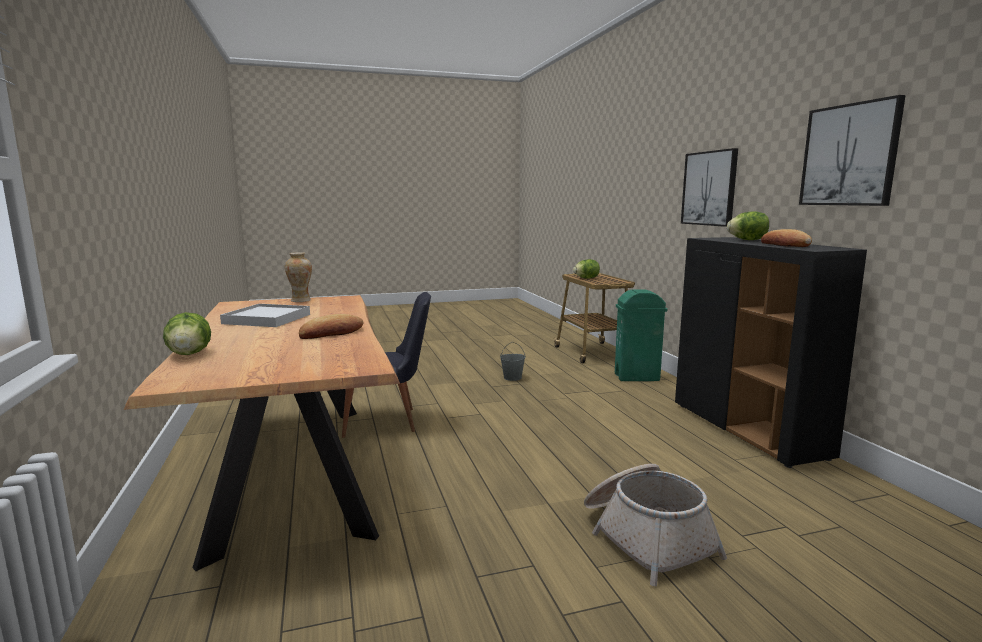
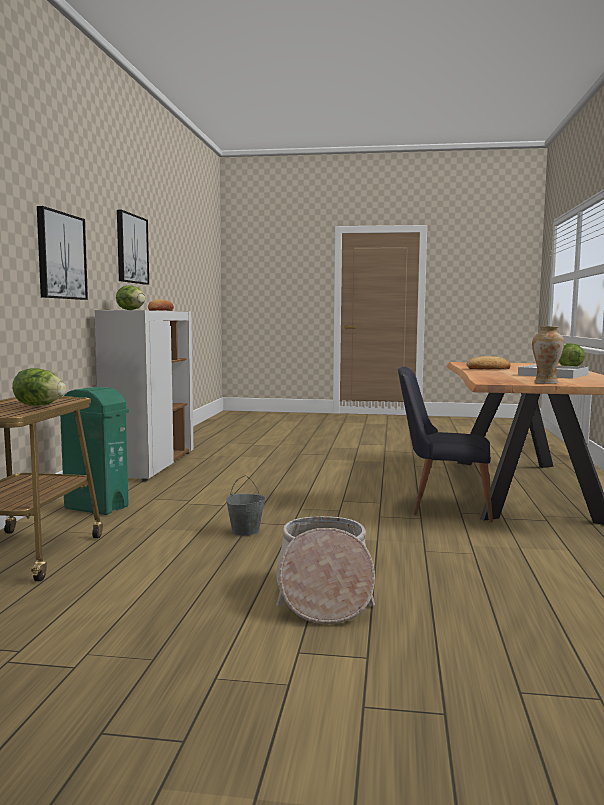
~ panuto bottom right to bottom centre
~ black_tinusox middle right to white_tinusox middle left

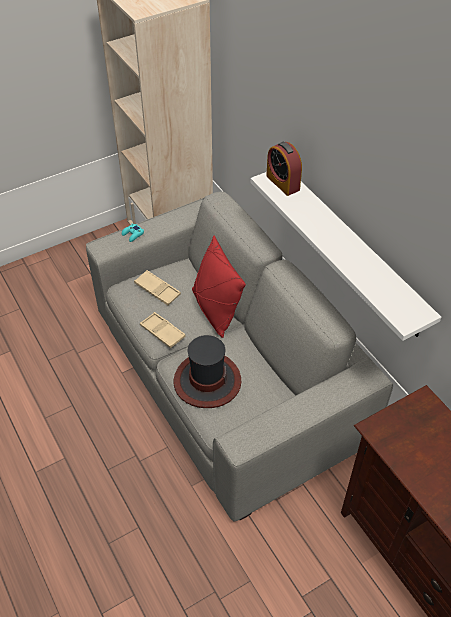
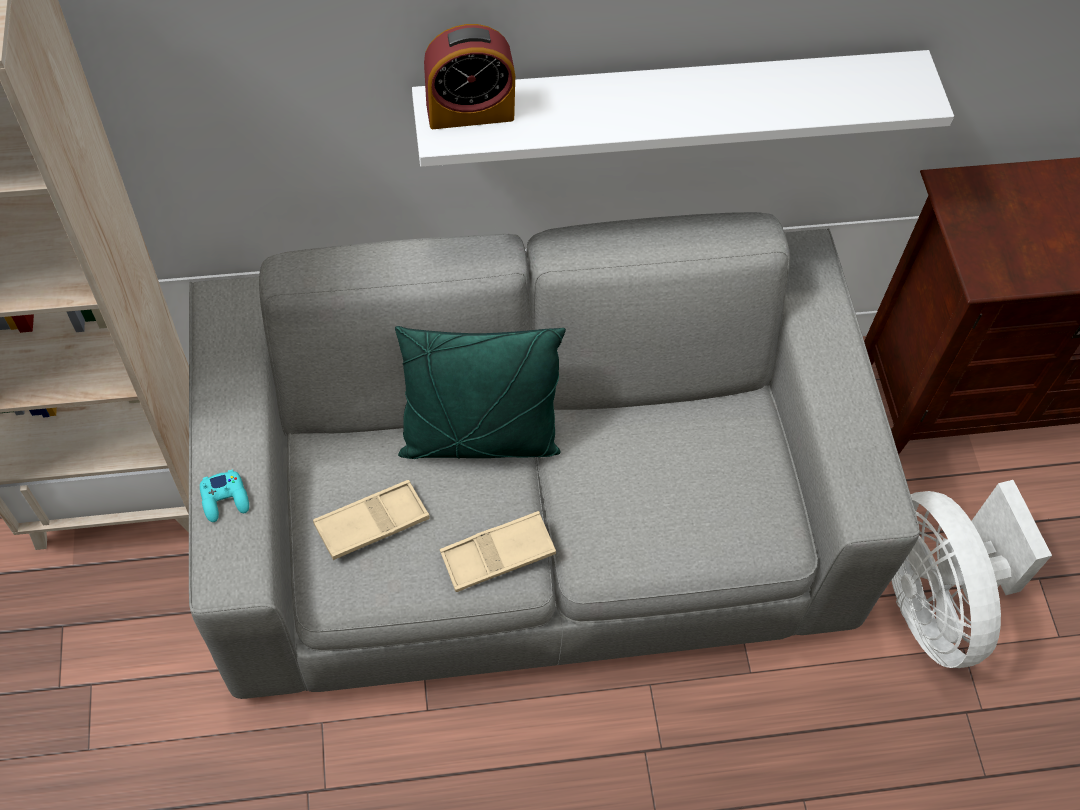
- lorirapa centre
+ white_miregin bottom right
~ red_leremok centre to green_leremok centre

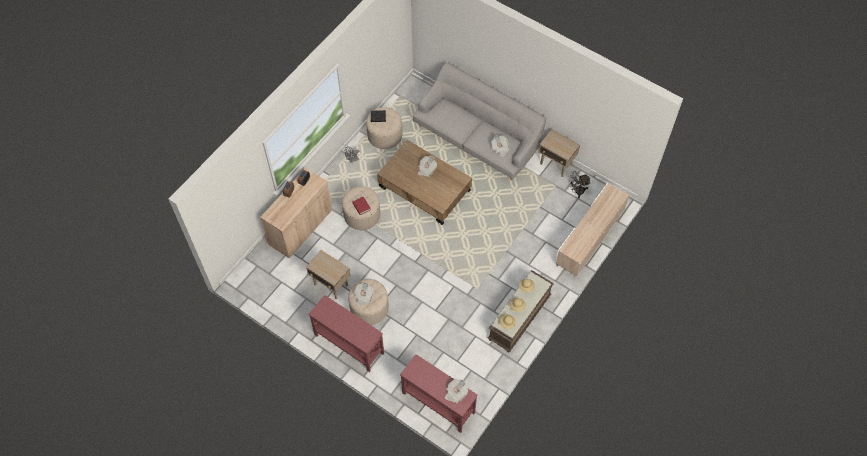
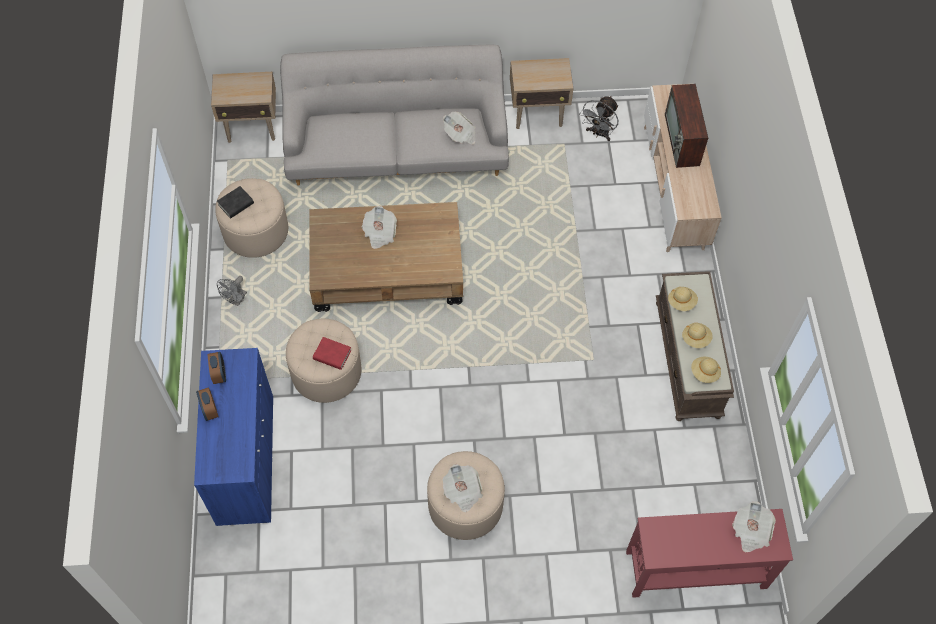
- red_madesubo (no. 1 from left) bottom centre
+ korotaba top right
~ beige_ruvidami (no. 1 from left) centre to top left
~ beige_tinusox centre to blue_tinusox bottom left

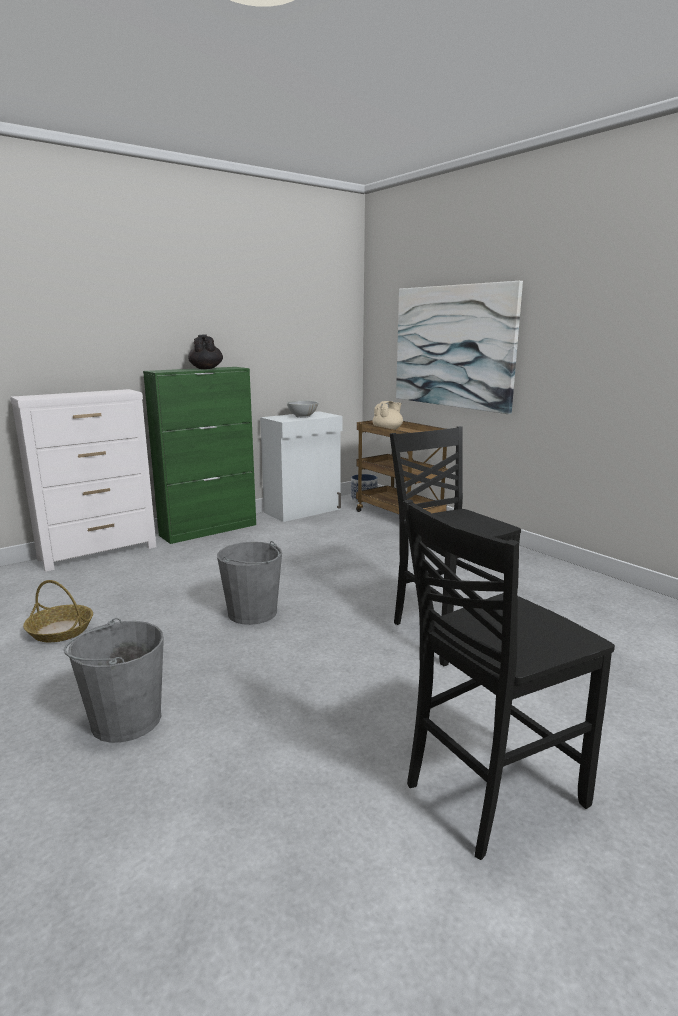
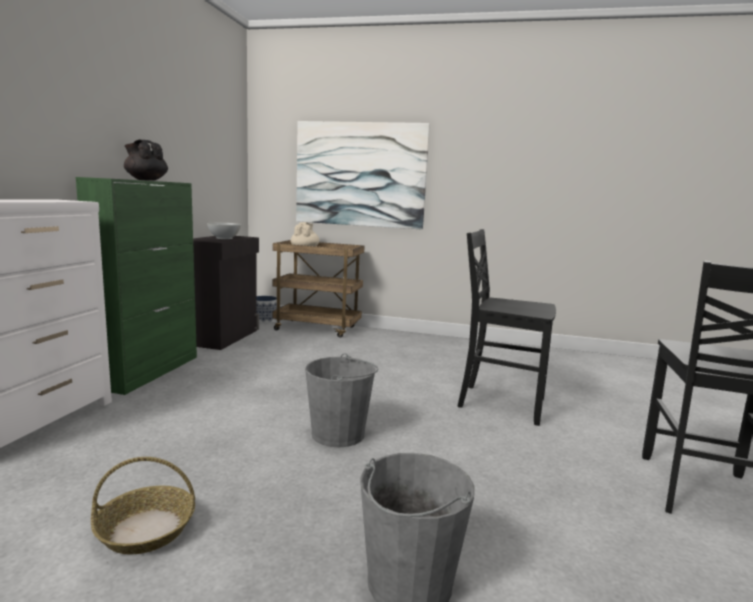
~ white_tinusox centre to black_tinusox middle left

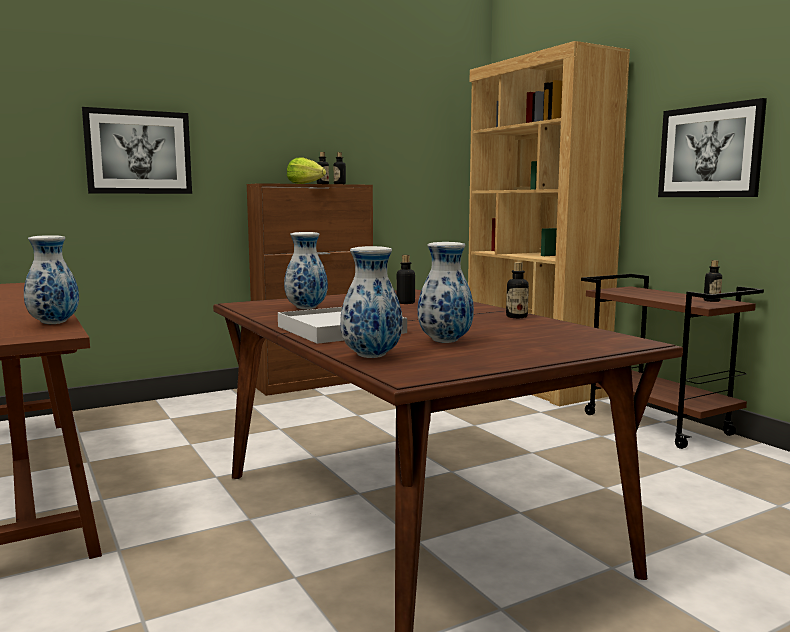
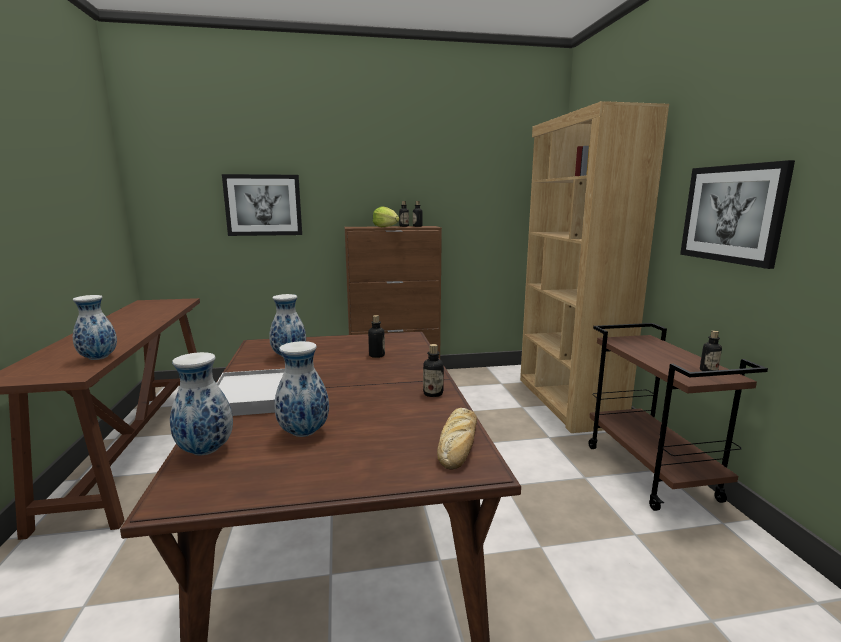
+ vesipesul bottom centre

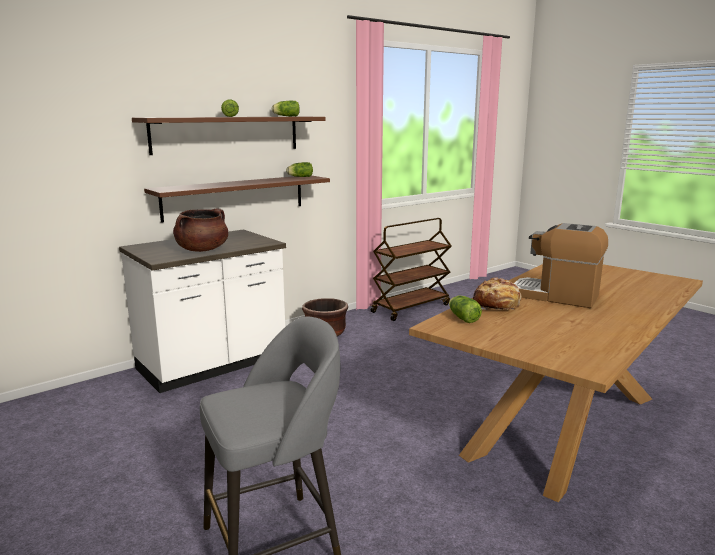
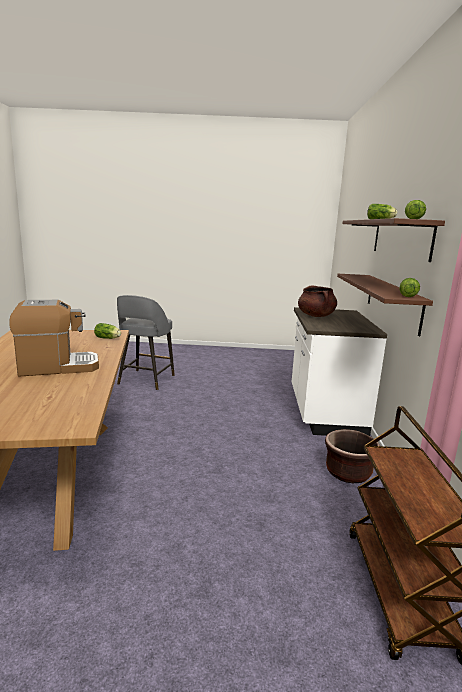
- vesipesul middle right

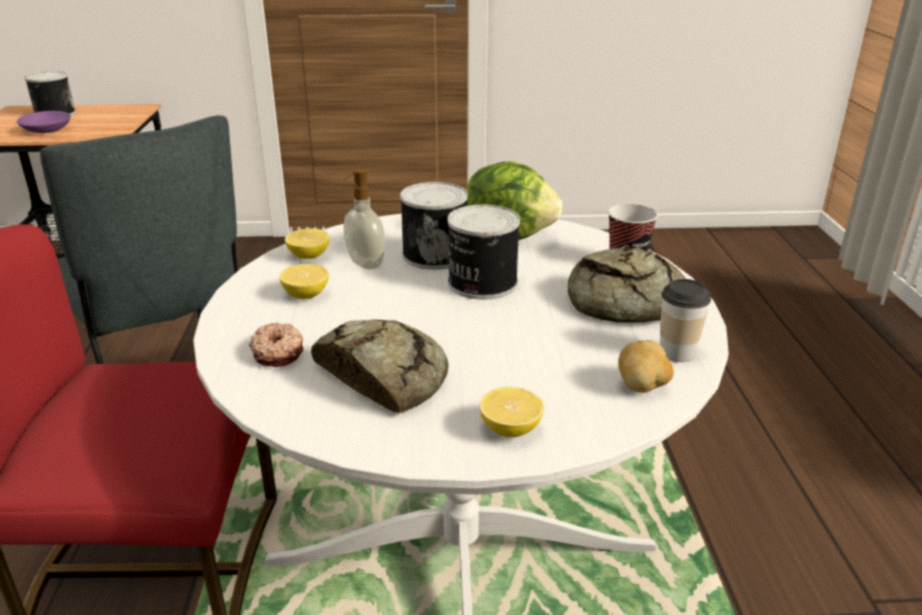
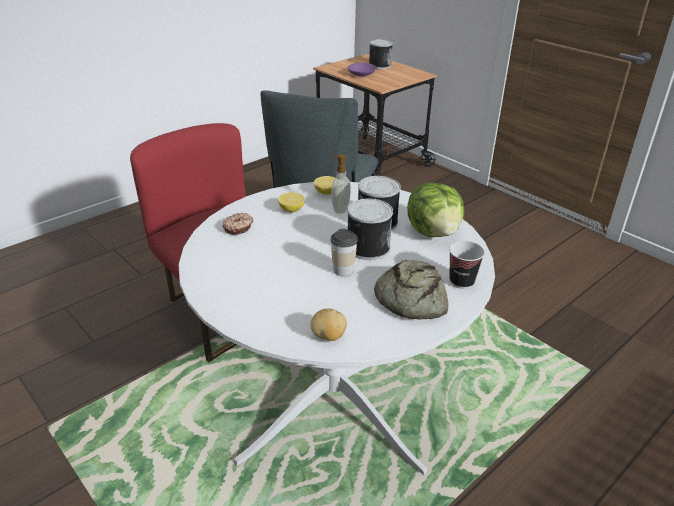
- vesipesul (no. 1 from left) centre
- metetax (no. 3 from left) bottom centre
~ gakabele (no. 2 from left in the first image) middle right to gakabele (no. 1 from left) centre

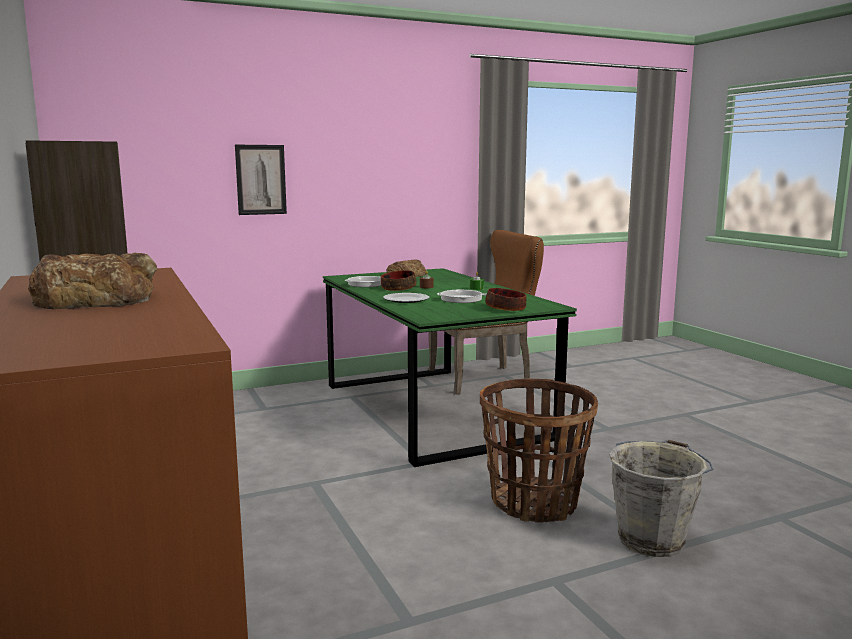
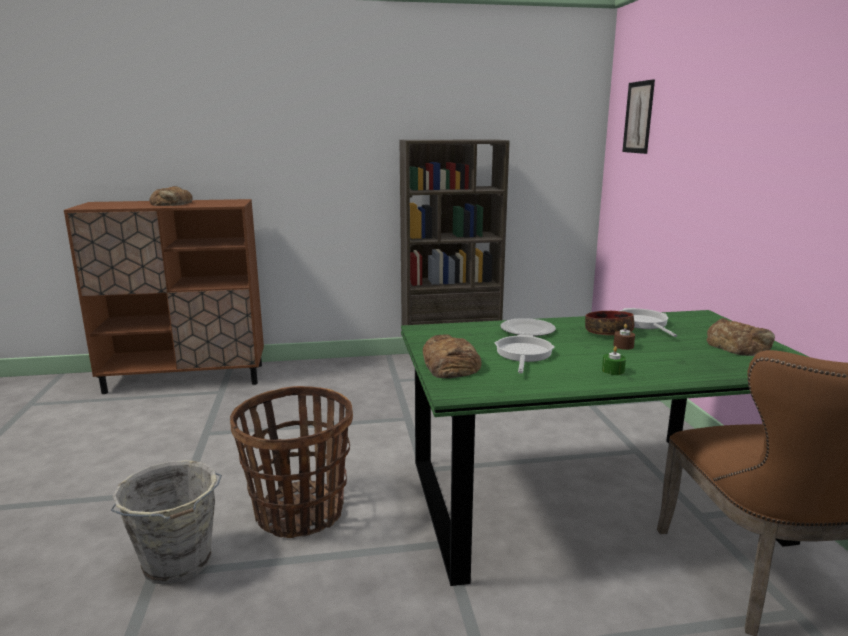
~ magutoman top left to top right
~ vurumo (no. 2 from left) centre to vesipesul (no. 2 from left) centre

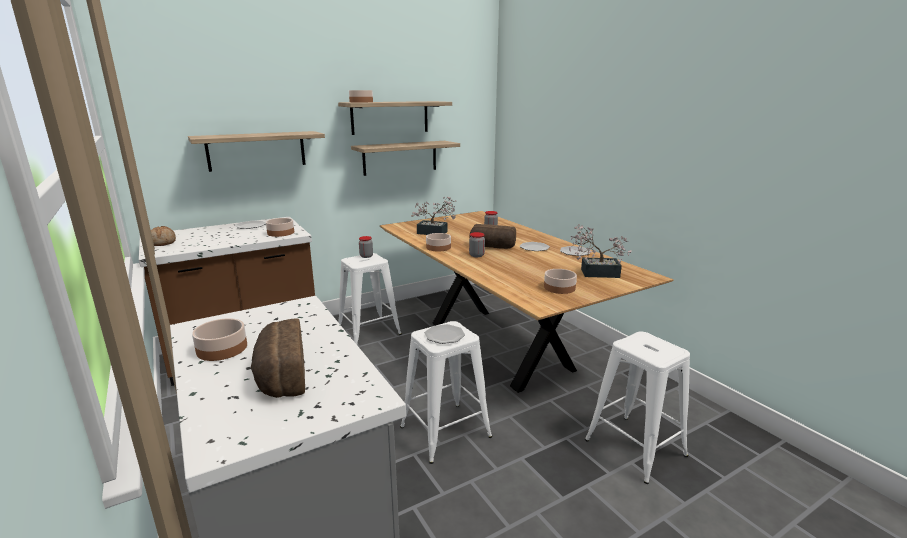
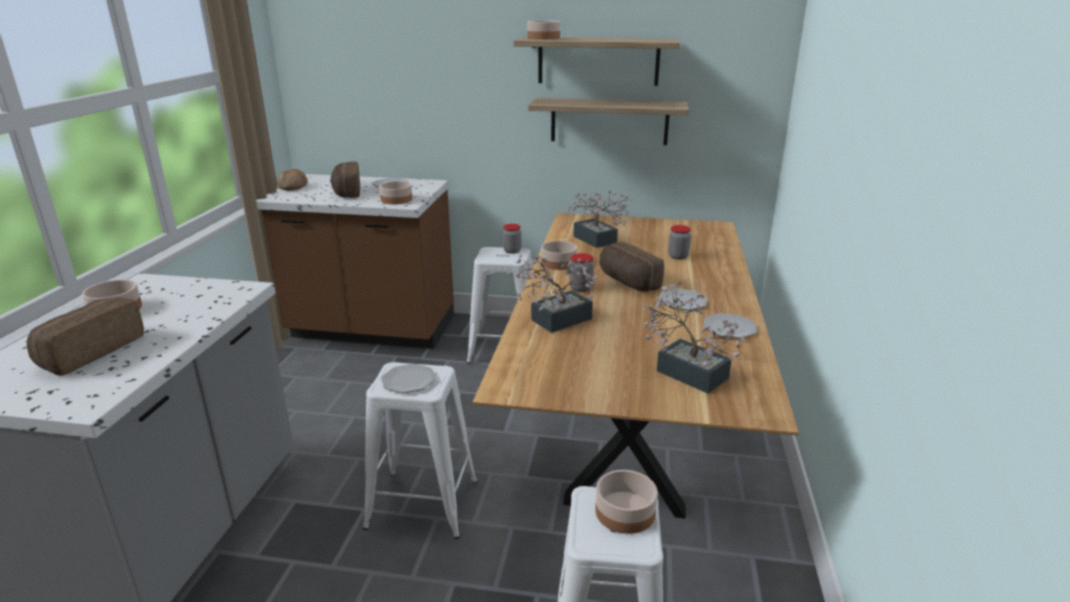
- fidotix (no. 1 from left) top left
+ vesipesul (no. 3 from left) top left
+ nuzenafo (no. 1 from left) centre
~ vurumo (no. 5 from left) centre to bottom centre

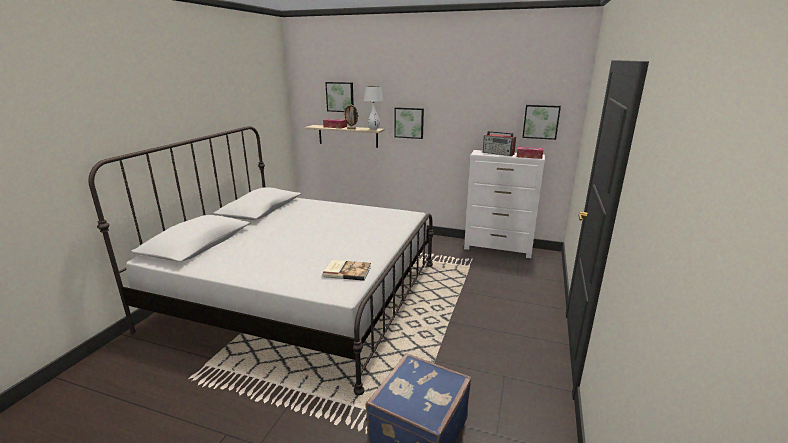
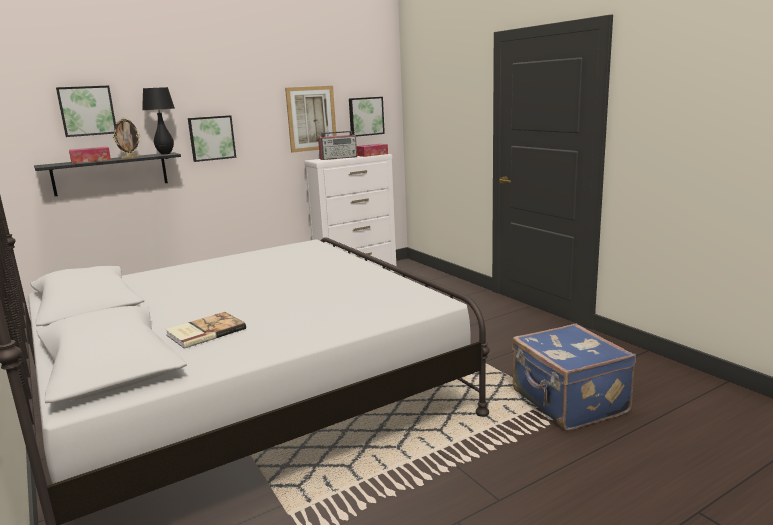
+ magutoman (no. 3 from left) top centre
~ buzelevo centre to middle left
~ beige_fidotix top centre to black_fidotix top left
~ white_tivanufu top centre to black_tivanufu top left

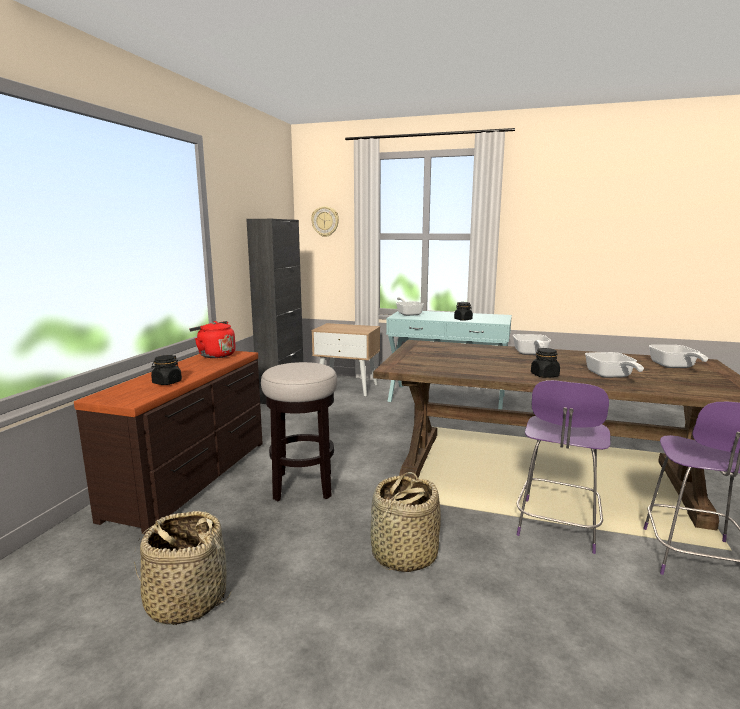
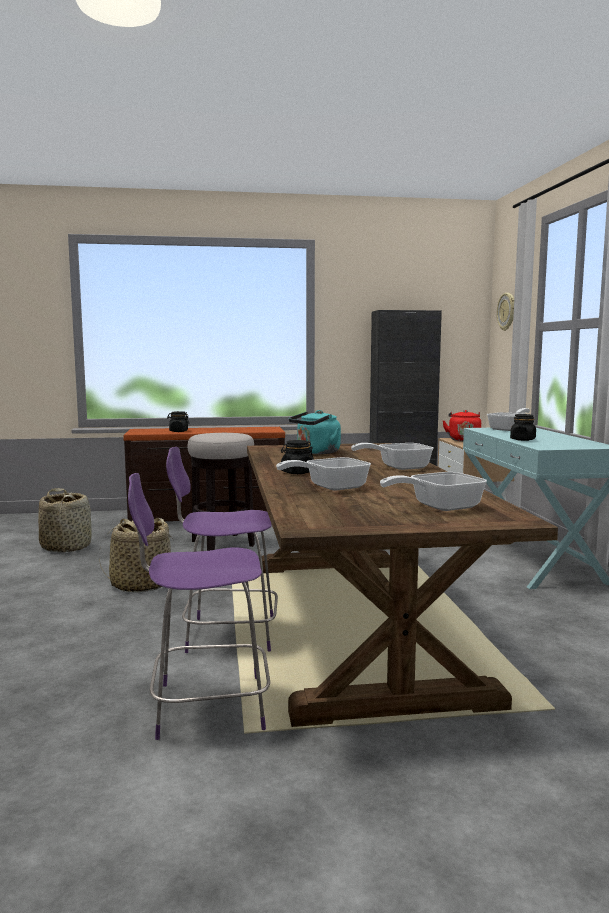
+ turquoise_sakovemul centre
~ red_sakovemul middle left to middle right

